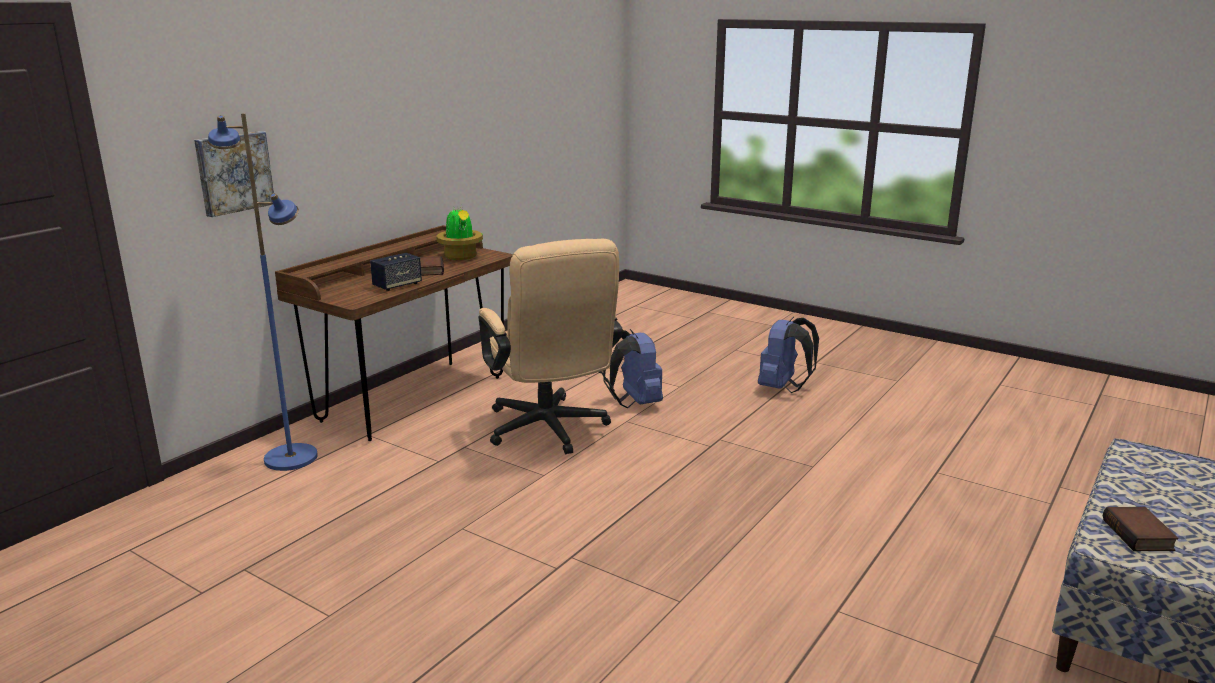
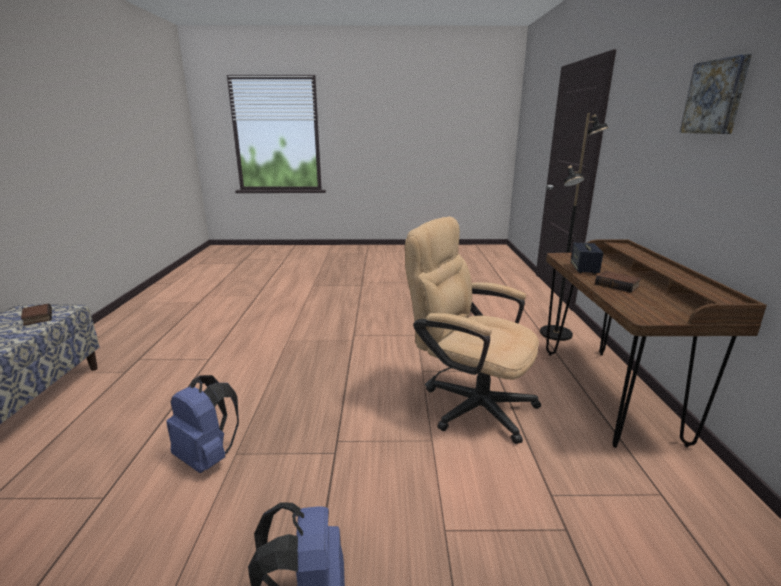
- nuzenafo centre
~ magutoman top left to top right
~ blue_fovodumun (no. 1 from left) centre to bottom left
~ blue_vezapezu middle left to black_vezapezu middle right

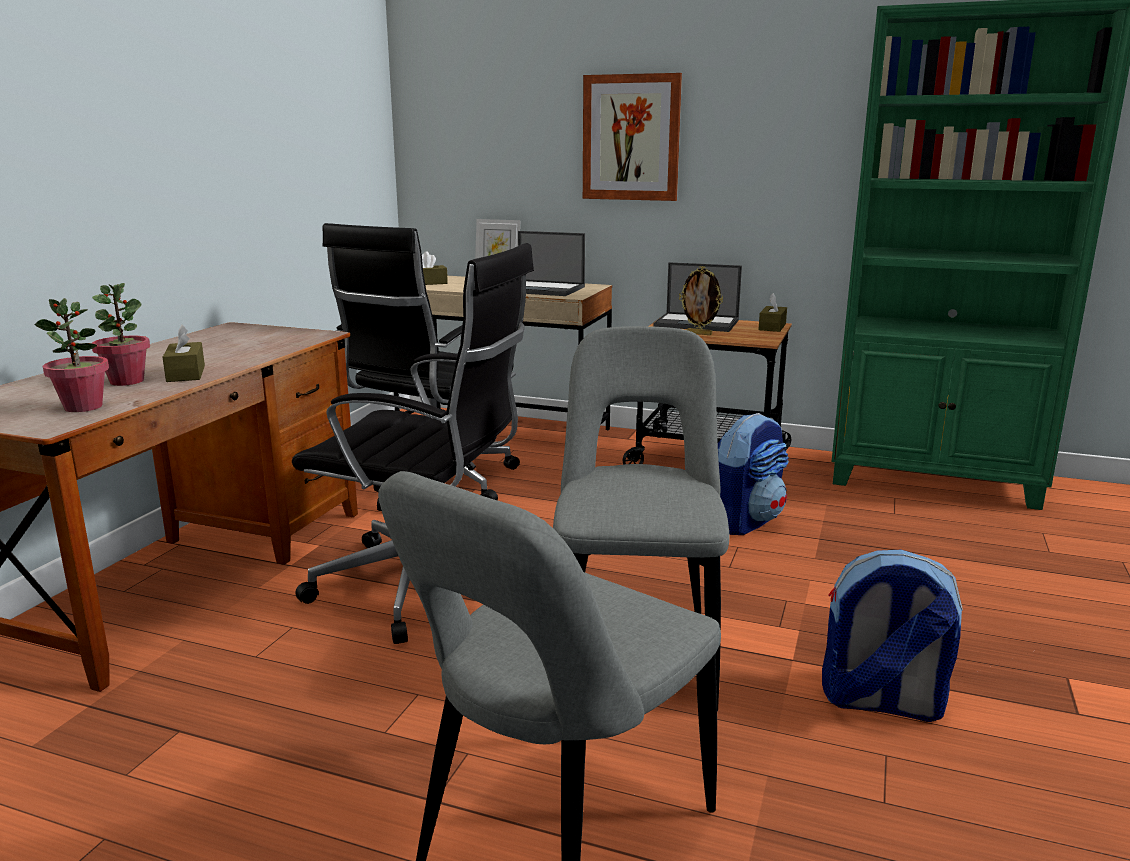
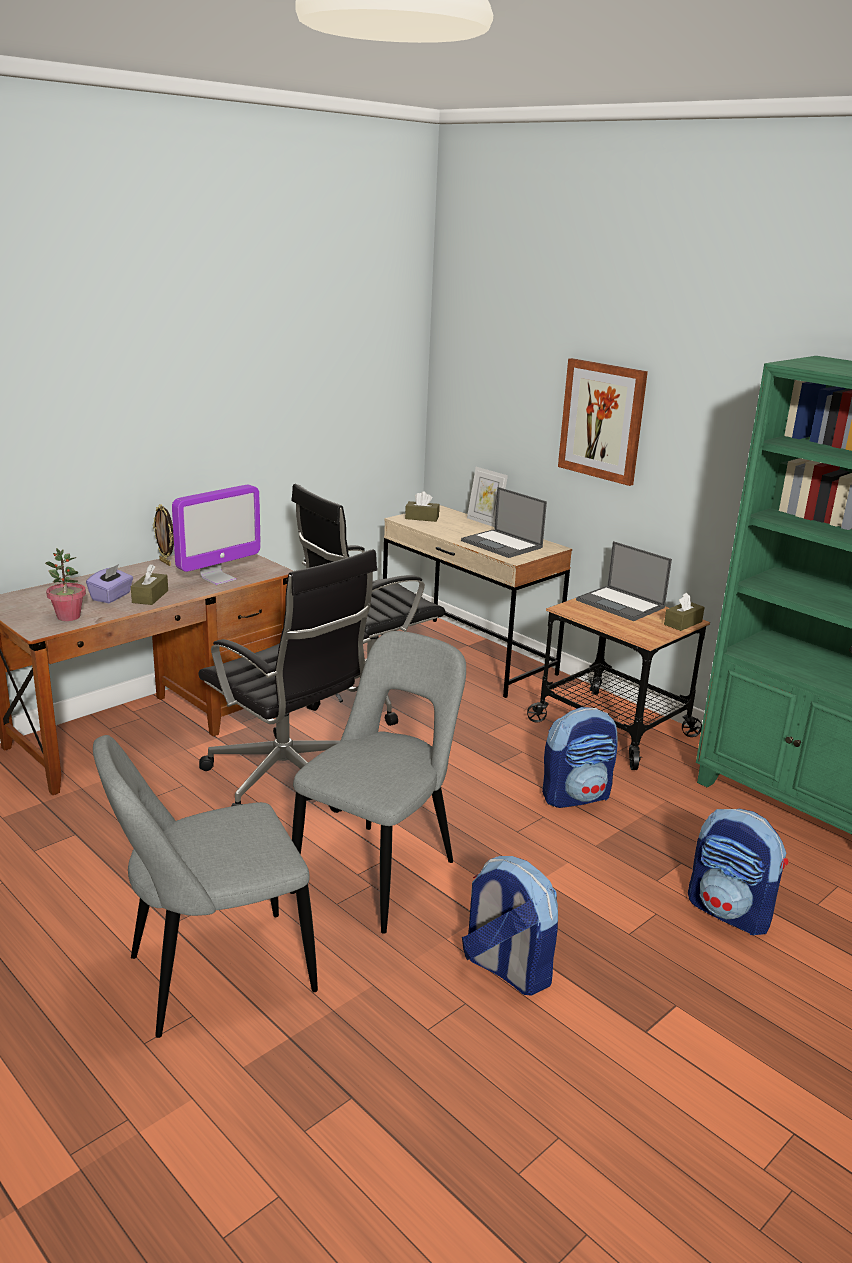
+ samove middle left
+ fovodumun (no. 3 from left) bottom right
~ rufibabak (no. 2 from left in the first image) centre to rufibabak (no. 1 from left) middle left
~ nuzenafo (no. 2 from left) middle left to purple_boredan middle left

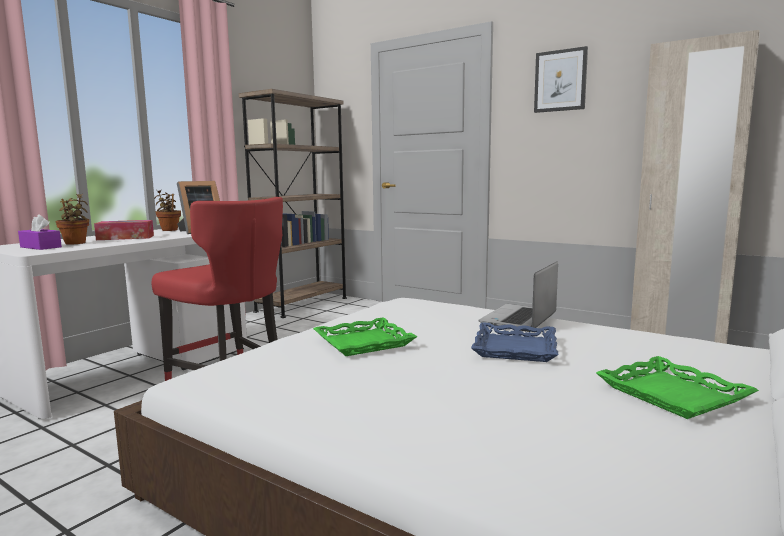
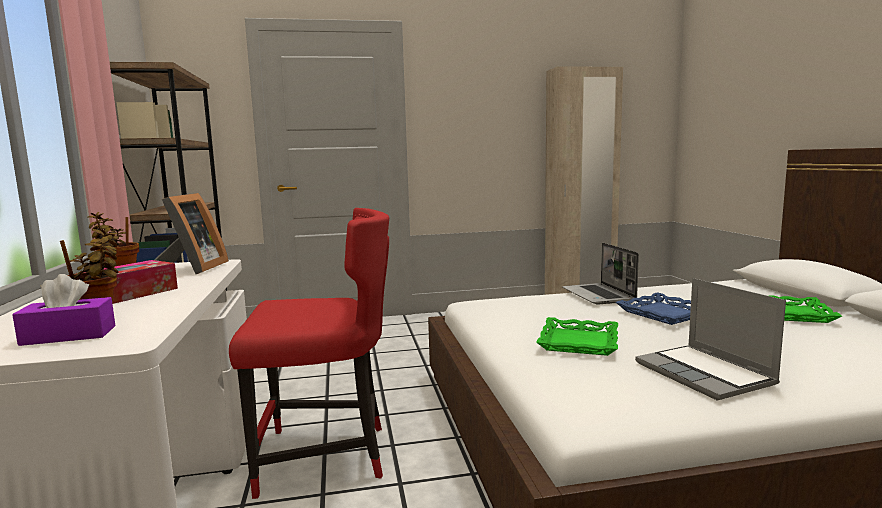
- magutoman top right
+ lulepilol (no. 2 from left) bottom right

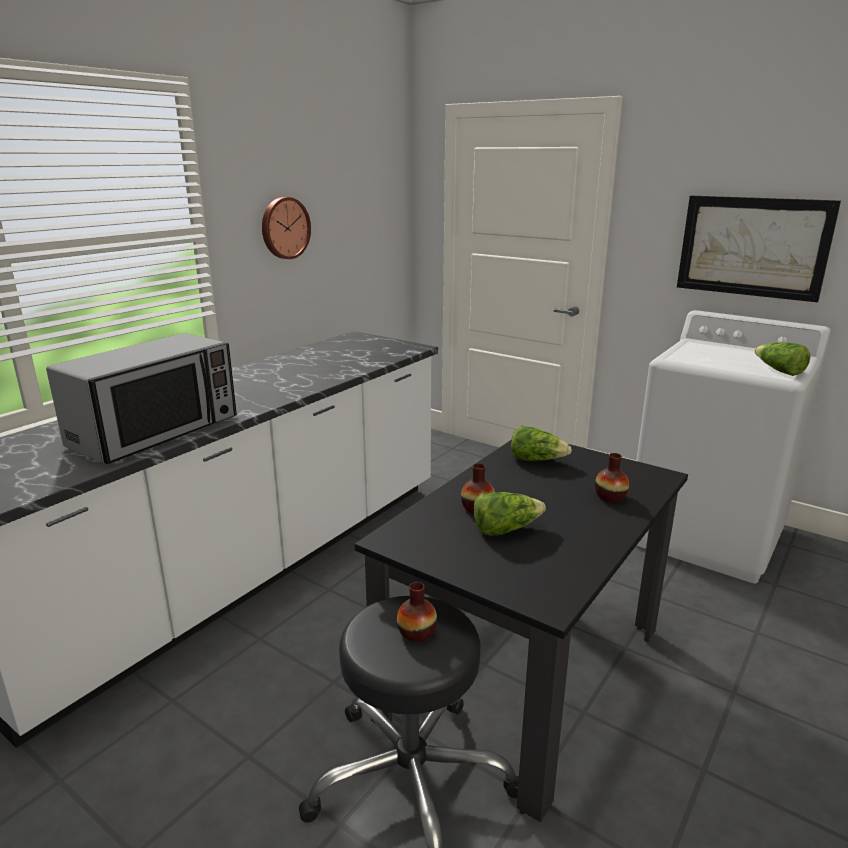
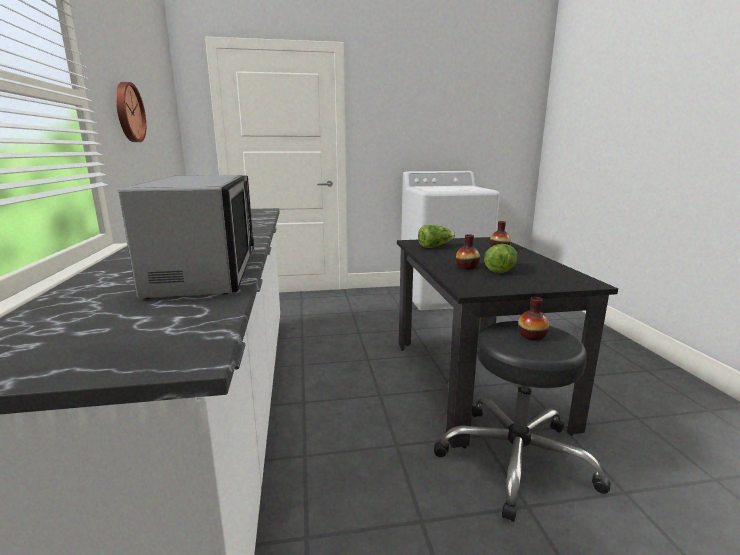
- magutoman top right
- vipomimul (no. 3 from left) middle right

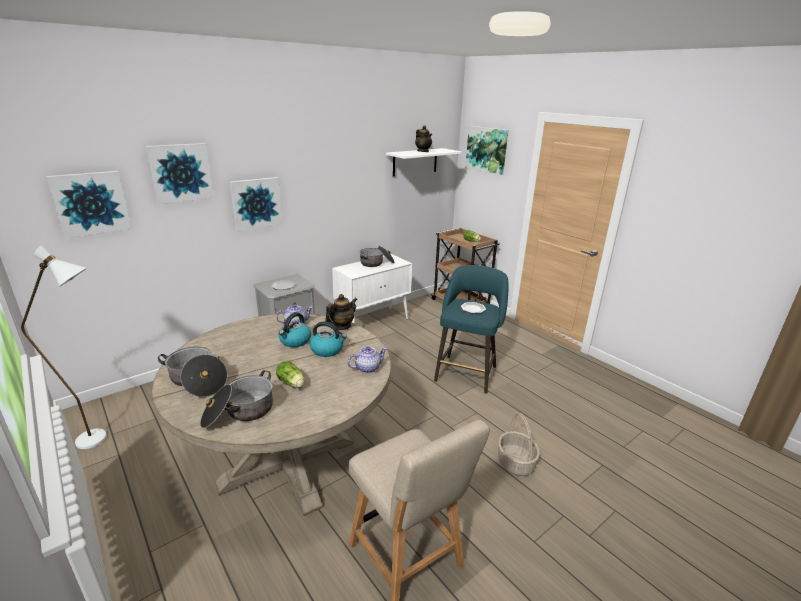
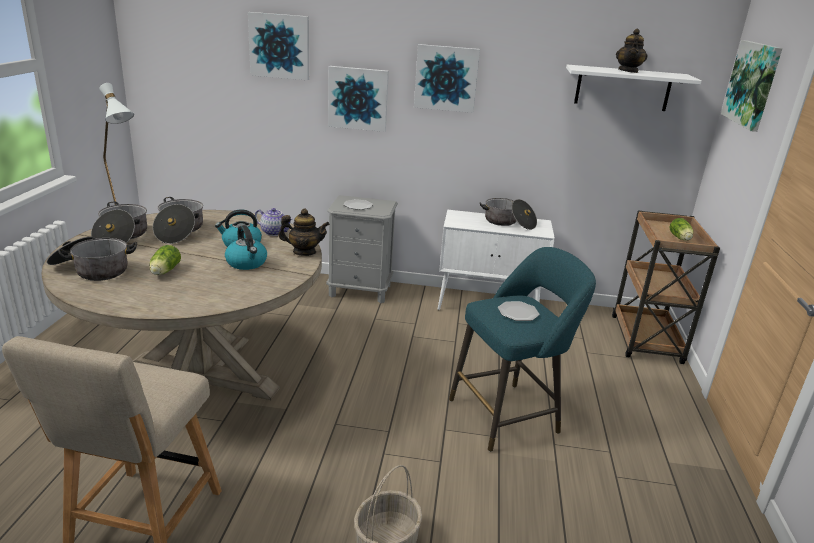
- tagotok (no. 3 from left) centre
+ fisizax (no. 3 from left) middle left
~ magutoman (no. 1 from left in the first image) middle left to magutoman (no. 3 from left) top centre

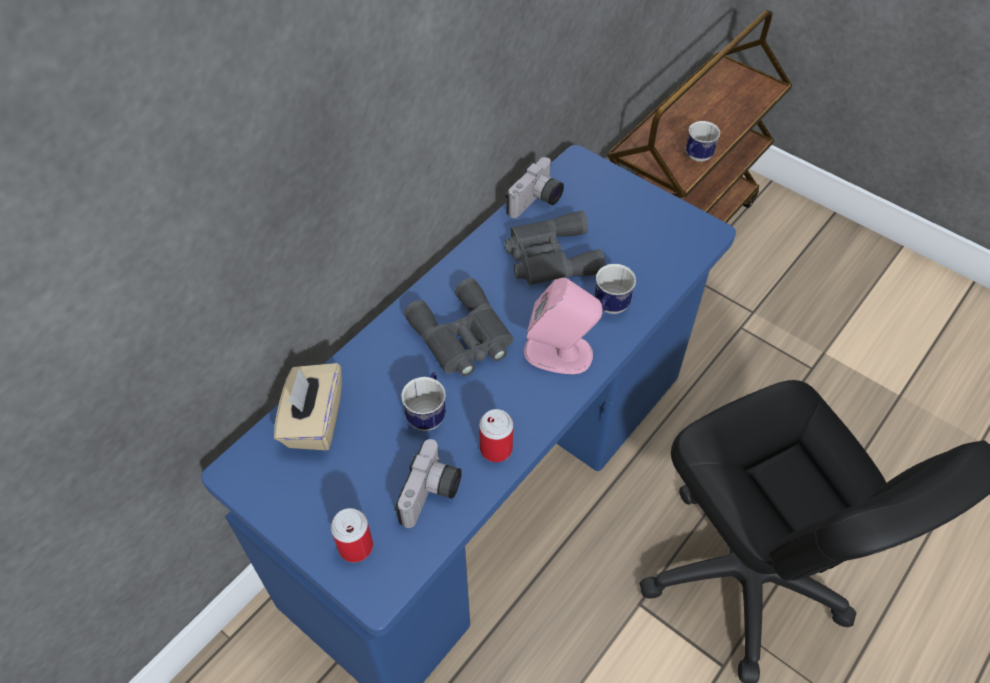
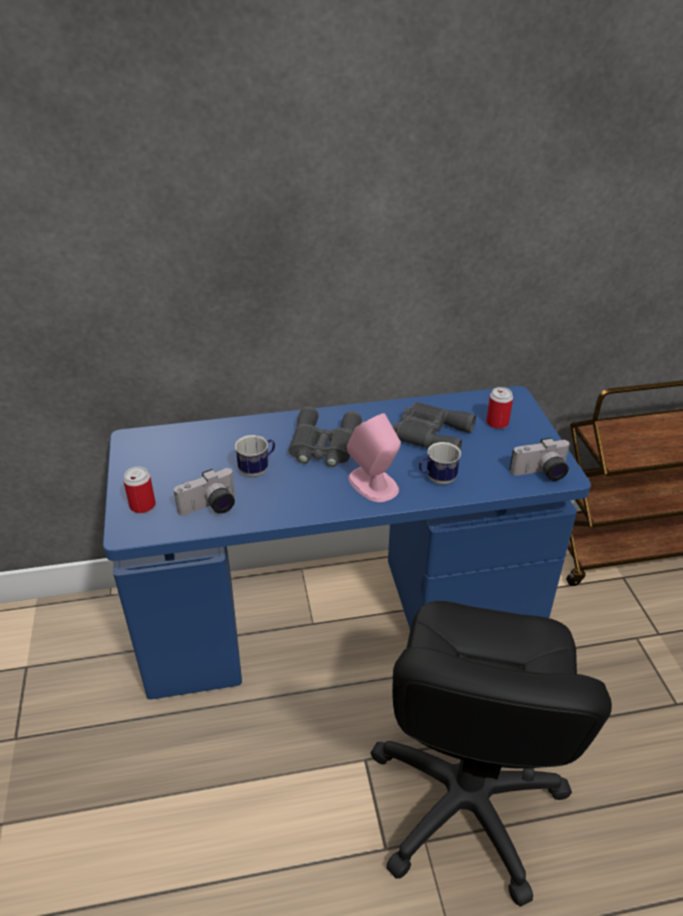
- beige_boredan middle left
- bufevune (no. 3 from left) top right
~ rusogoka (no. 2 from left) centre to middle right
~ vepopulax (no. 2 from left) top centre to middle right

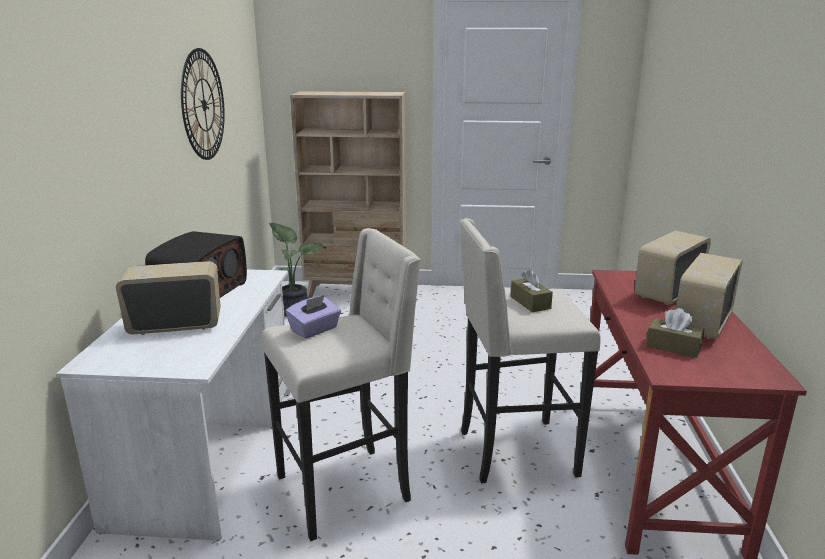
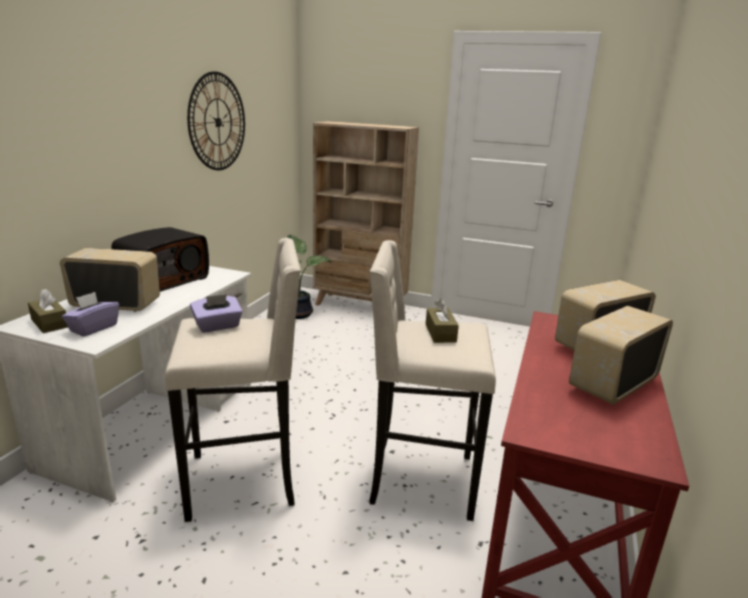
+ purple_boredan (no. 1 from left) middle left
~ brown_boredan (no. 2 from left in the first image) middle right to brown_boredan (no. 1 from left) middle left

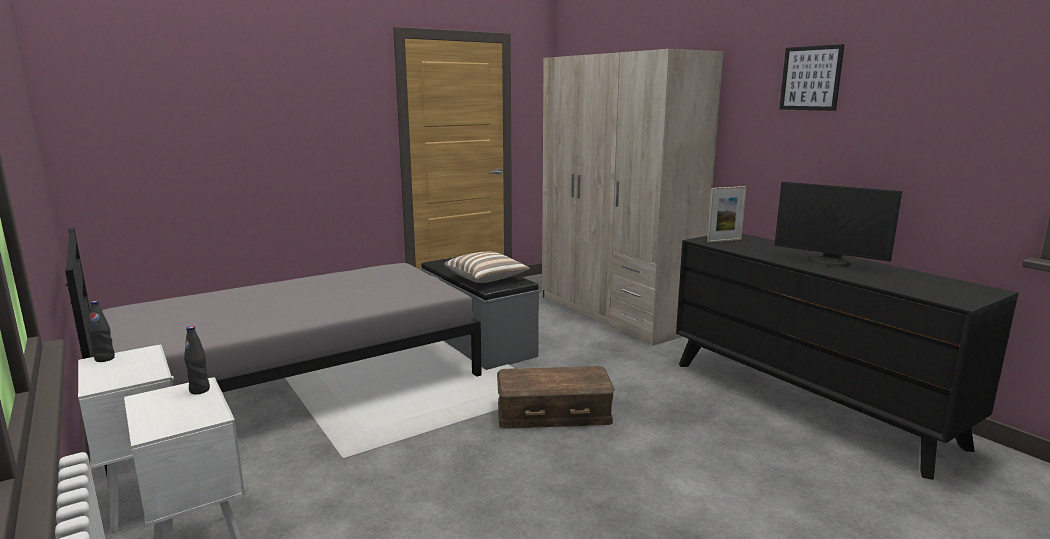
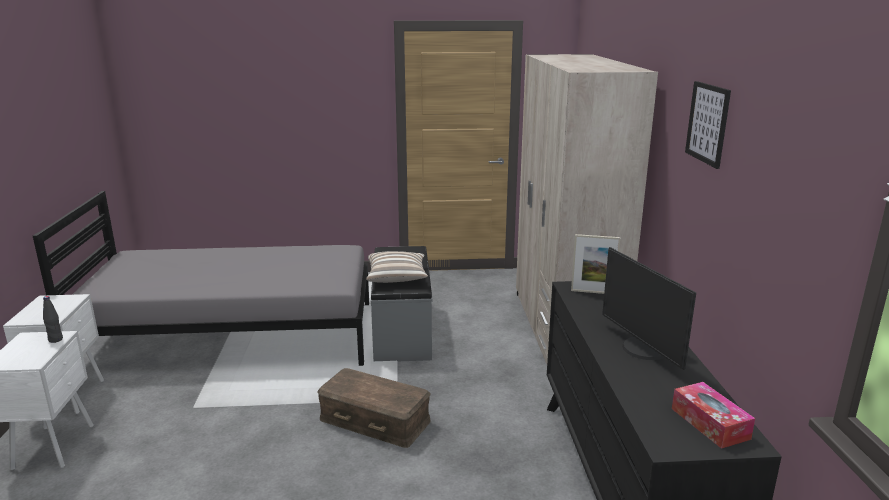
- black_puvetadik (no. 1 from left) middle left
+ boredan bottom right

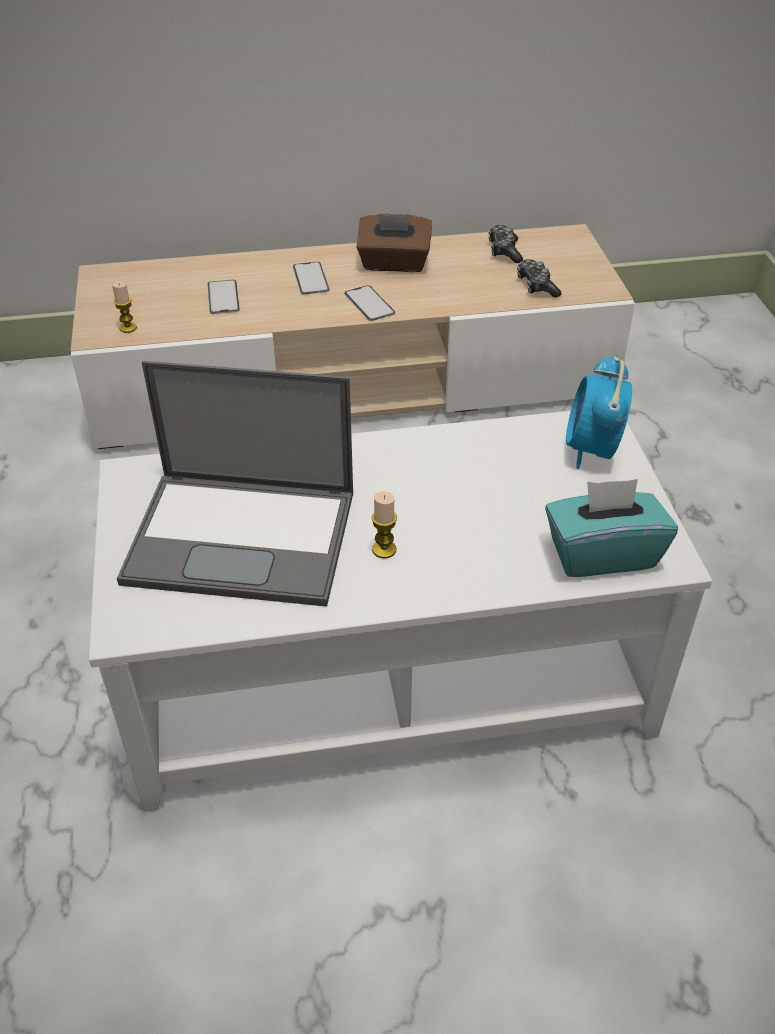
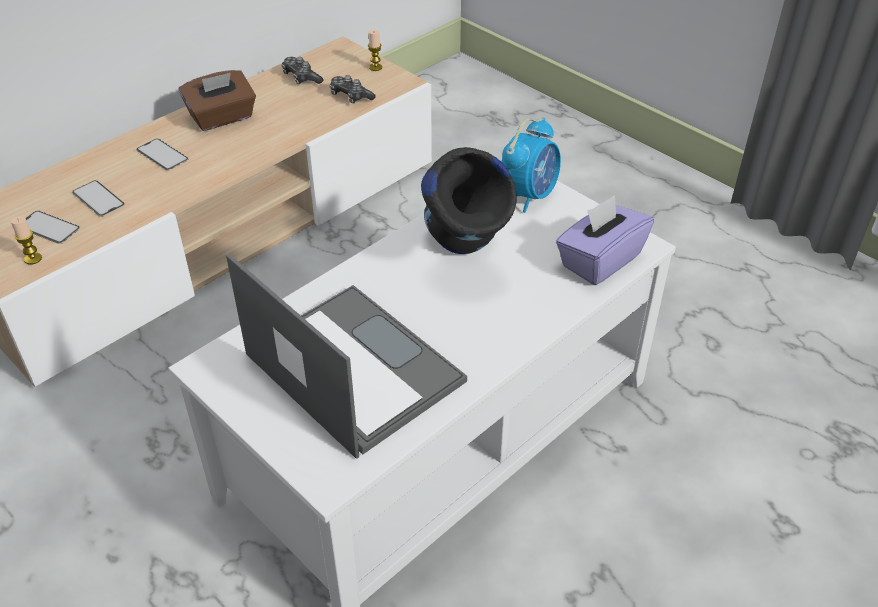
+ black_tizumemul top centre
~ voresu (no. 3 from left in the first image) top centre to voresu (no. 1 from left) middle left
~ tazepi (no. 2 from left) centre to top centre
~ turquoise_boredan middle right to purple_boredan middle right
~ lulepilol middle left = centre 105 degrees counterclockwise
~ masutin middle right = top centre 120 degrees counterclockwise

